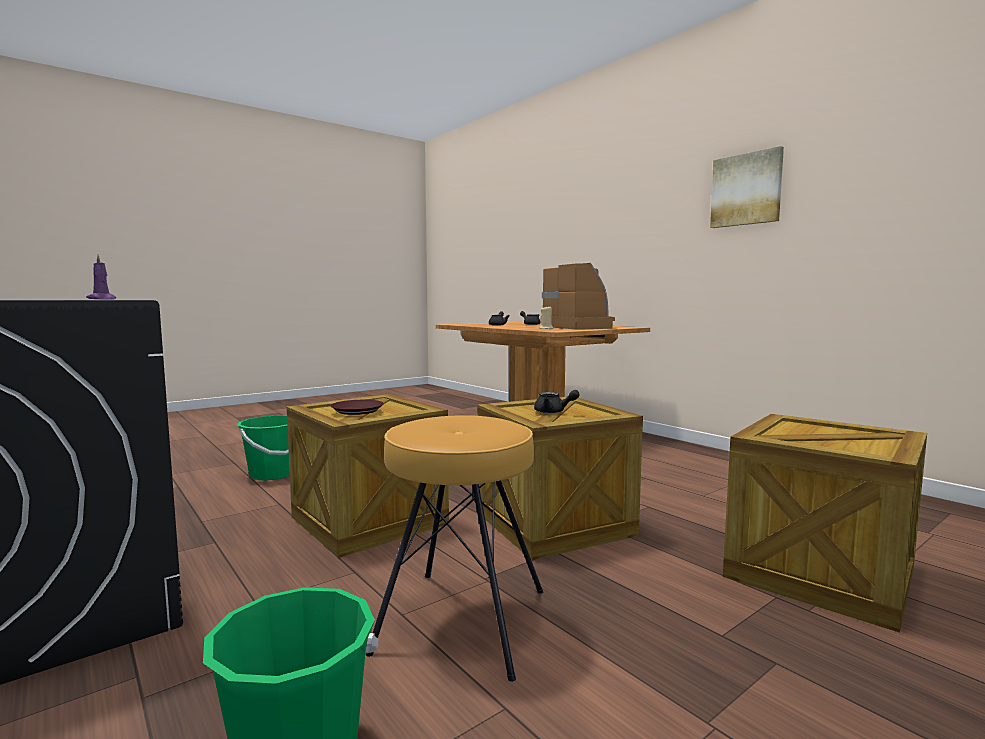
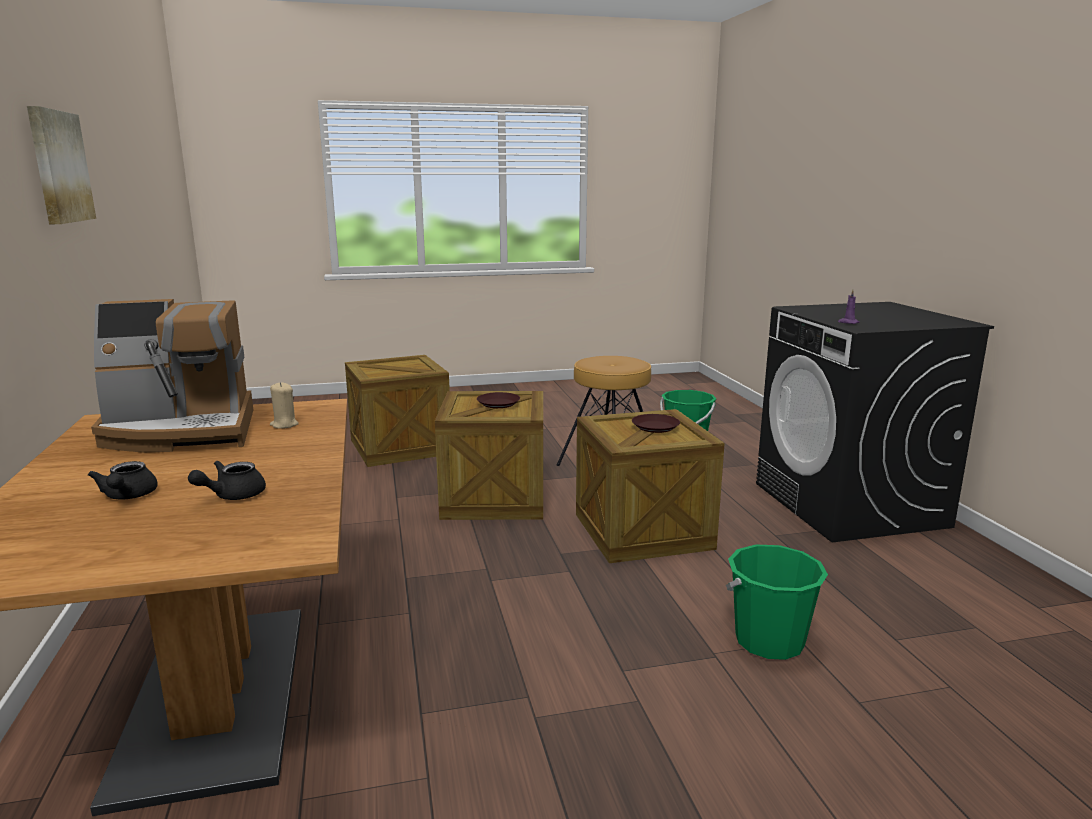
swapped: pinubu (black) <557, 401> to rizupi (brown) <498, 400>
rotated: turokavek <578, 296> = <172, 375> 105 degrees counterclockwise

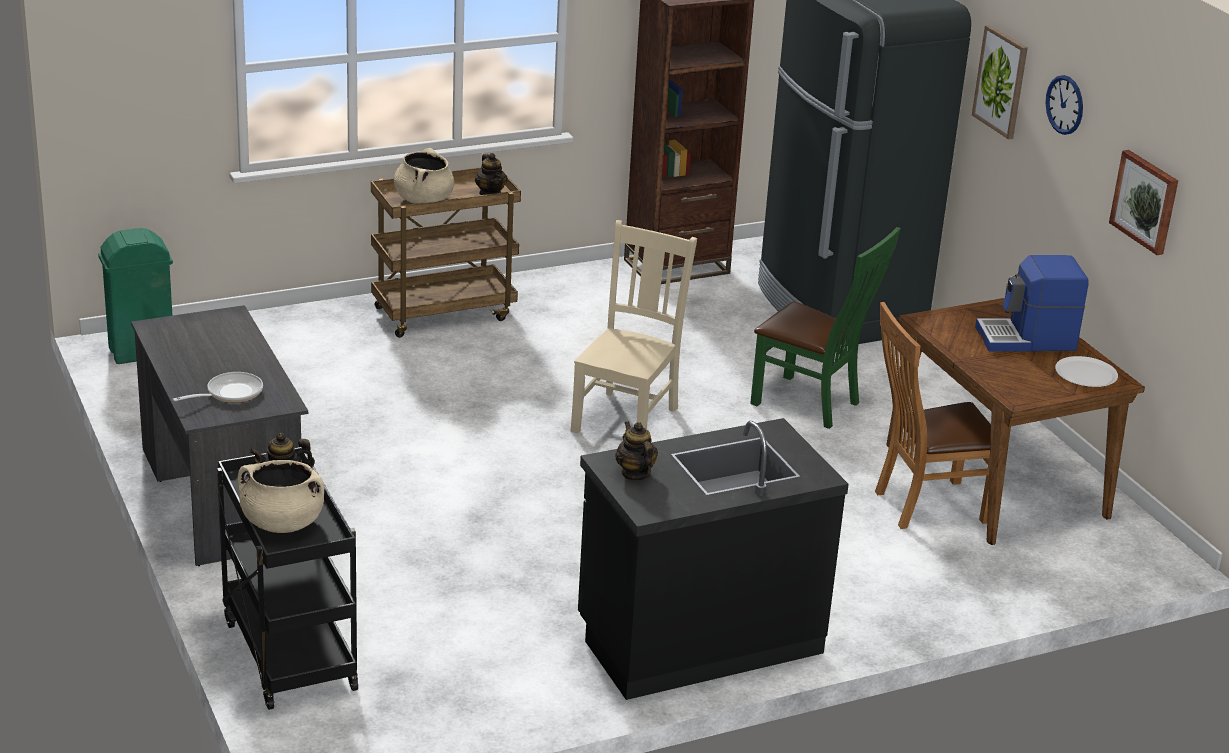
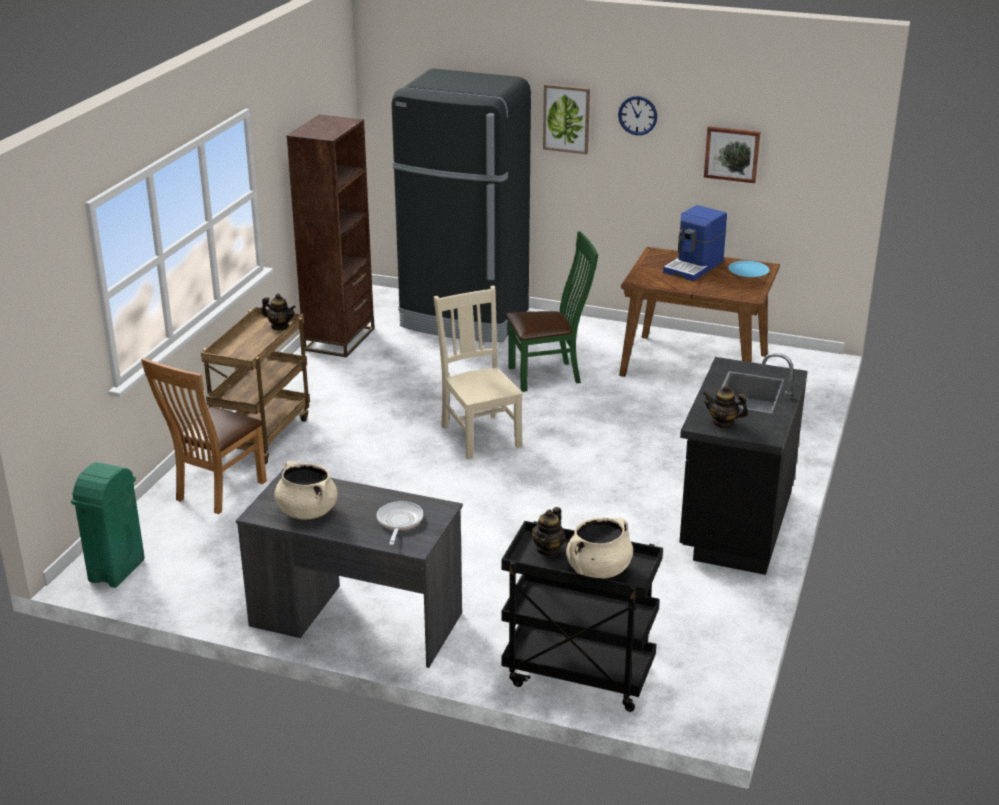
shifted: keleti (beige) <424, 176> to <306, 490>; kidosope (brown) <933, 415> to <204, 436>
repainted: rizupi (white) <1086, 371> to rizupi (blue) <748, 269>

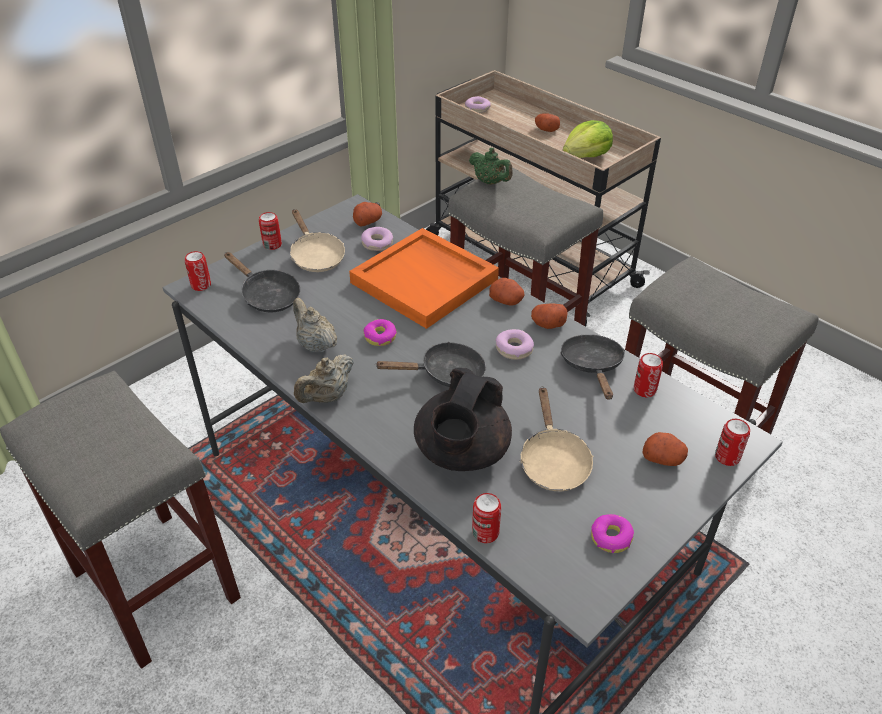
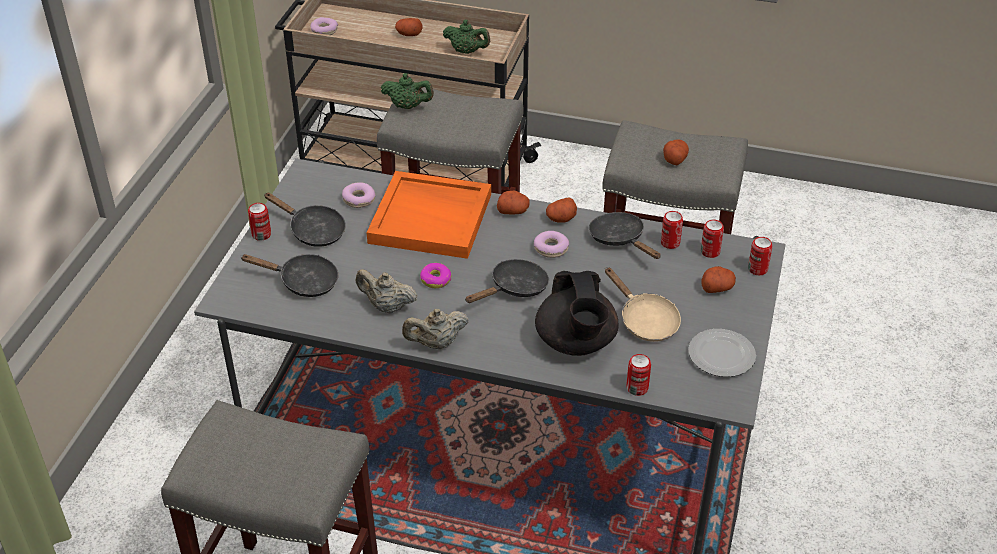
shifted: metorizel <198, 271> to <712, 239>; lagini <367, 214> to <676, 152>
swapped: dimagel <588, 139> to pinubu (green) <466, 37>; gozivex <612, 533> to rizupi <722, 353>
repainted: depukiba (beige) <317, 240> to depukiba (black) <305, 220>
rotated: pinubu (beige) <324, 379> = <435, 329> 60 degrees clockwise

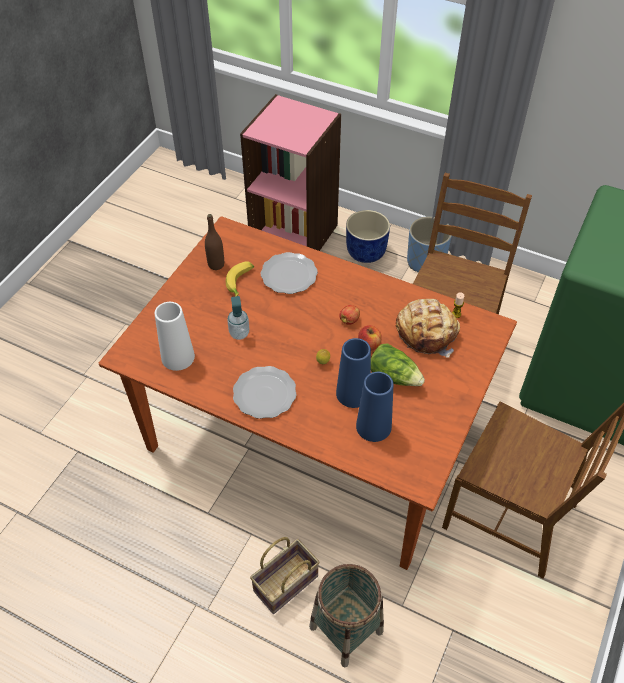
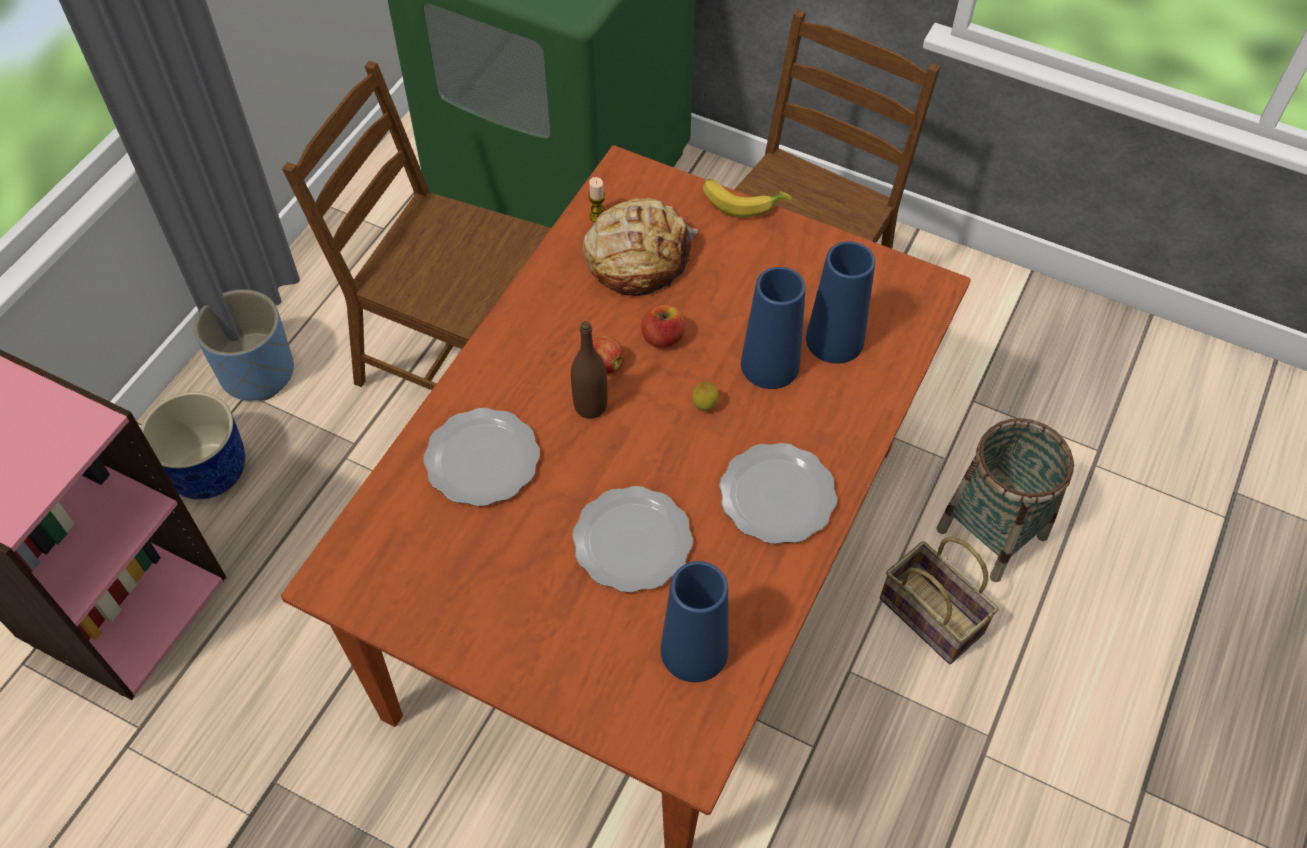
gone: dimagel <398, 365>
shifted: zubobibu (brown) <214, 242> to <589, 370>; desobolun <240, 278> to <747, 198>
swapped: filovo <238, 318> to rizupi <632, 539>
repainted: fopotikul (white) <175, 336> to fopotikul (blue) <695, 621>

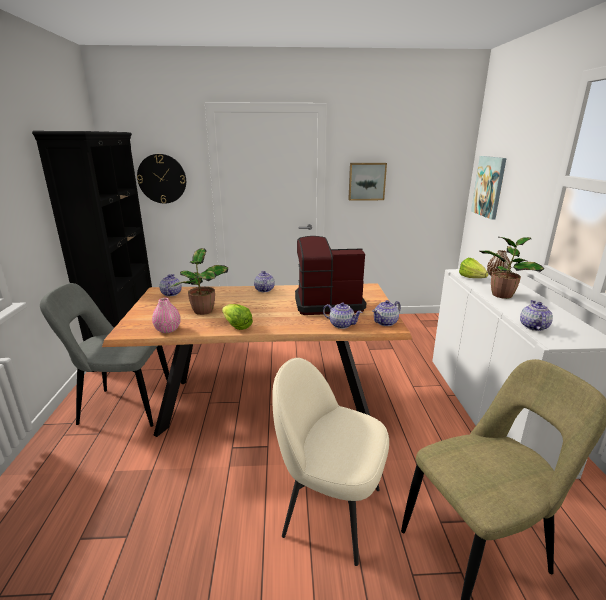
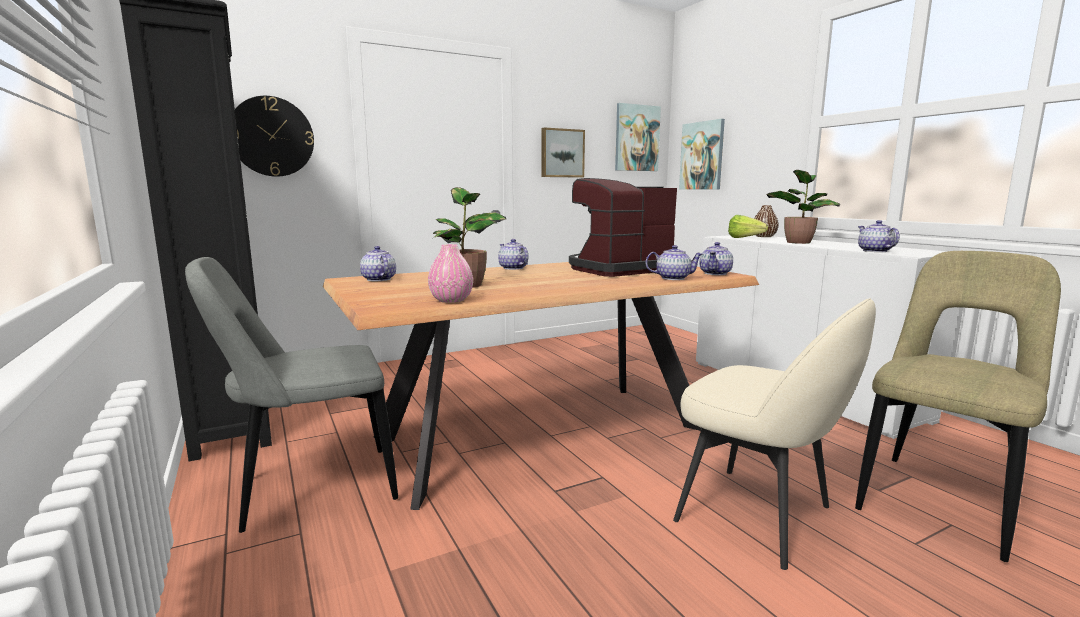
gone: dimagel <237, 317>
new: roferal <638, 137>
rotated: kidosope (beige) <330, 462> = <774, 434> 135 degrees counterclockwise

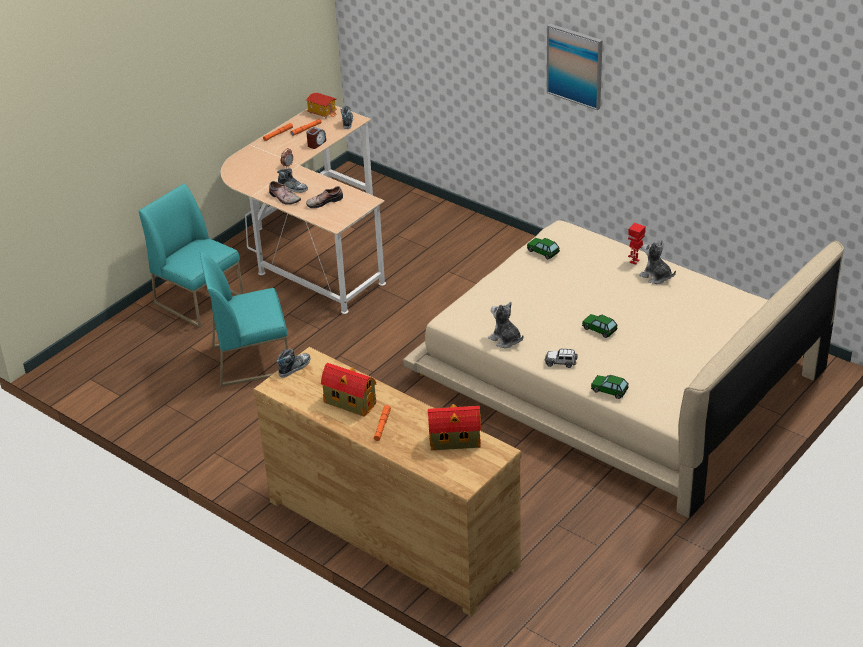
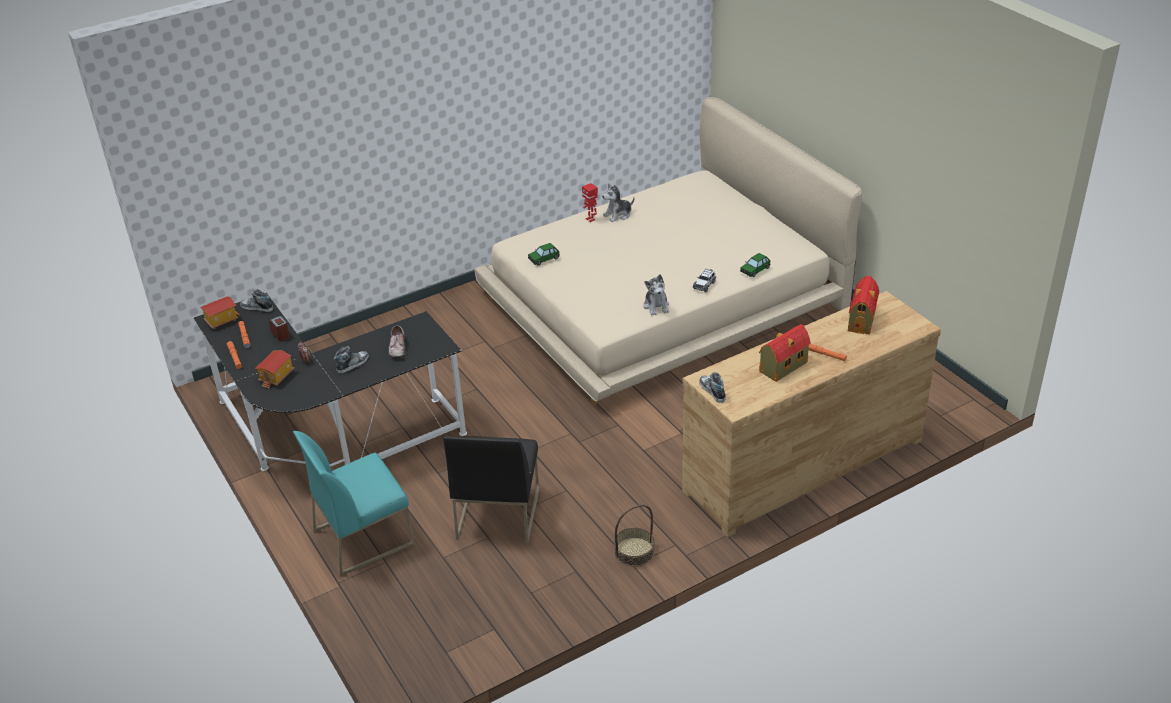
gone: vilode <285, 193>; roferal <575, 67>; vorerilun <600, 326>
new: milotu <274, 369>; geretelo <634, 535>
repainted: kidosope (turquoise) <244, 319> to kidosope (black) <491, 490>; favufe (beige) <303, 210> to favufe (black) <330, 382>
rotated: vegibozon <505, 325> = <656, 294> 75 degrees counterclockwise

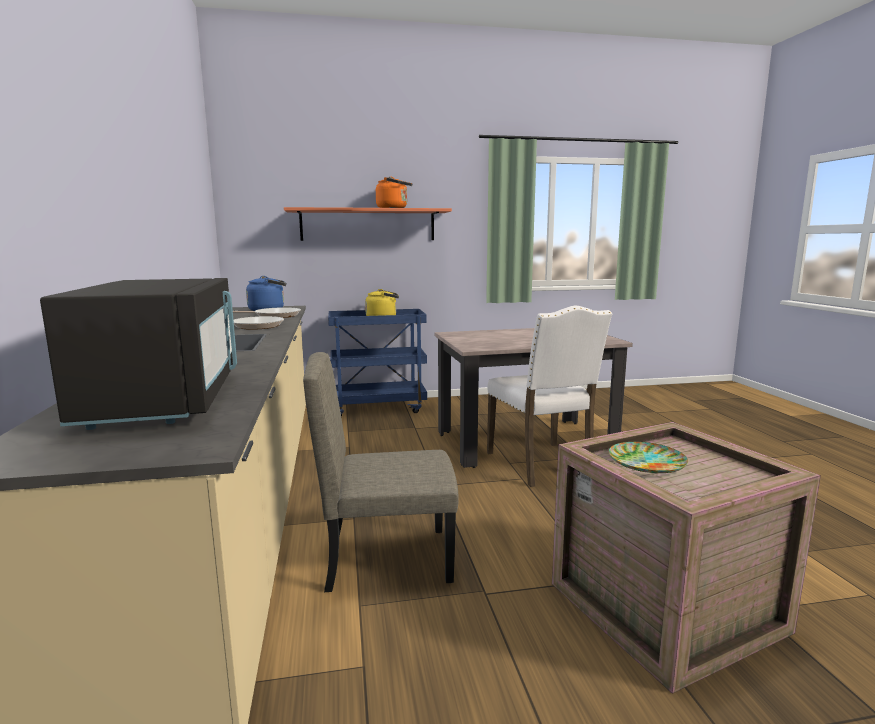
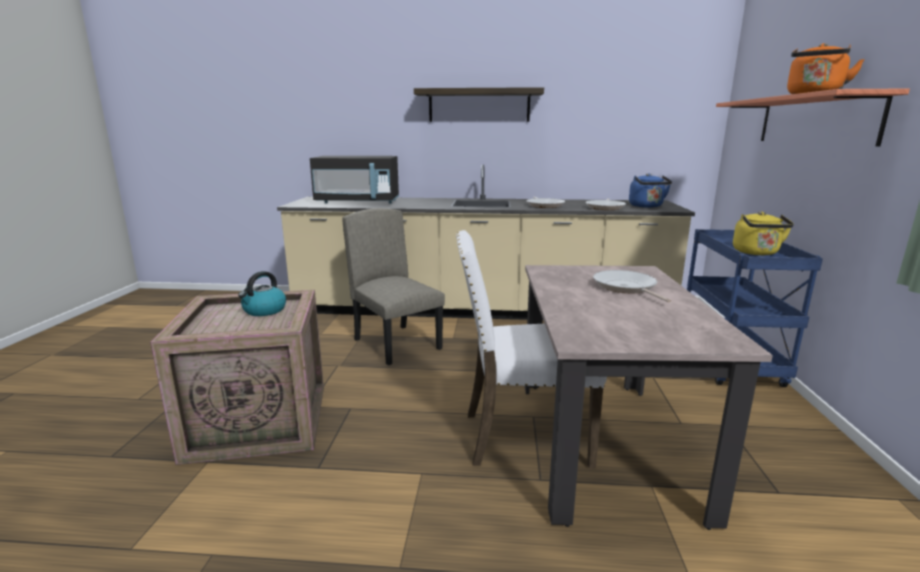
new: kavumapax <479, 104>; depukiba <632, 286>
swapped: rizupi <648, 457> to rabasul <262, 293>
rotated: kidosope (beige) <381, 472> = <393, 286> 45 degrees counterclockwise

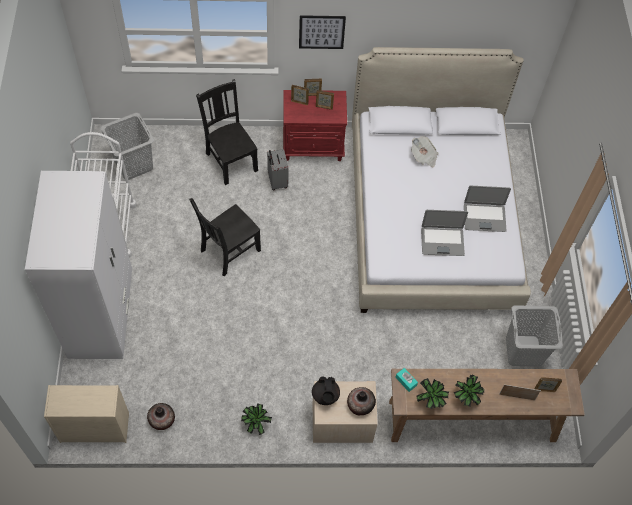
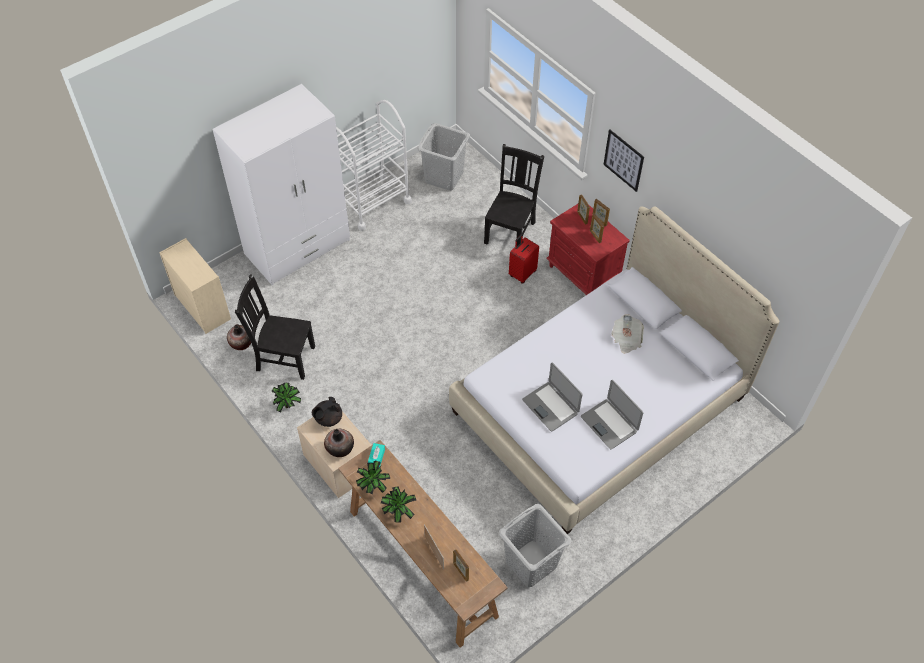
shifted: kidosope (black) <225, 237> to <275, 327>
repainted: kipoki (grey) <278, 169> to kipoki (red) <524, 259>

